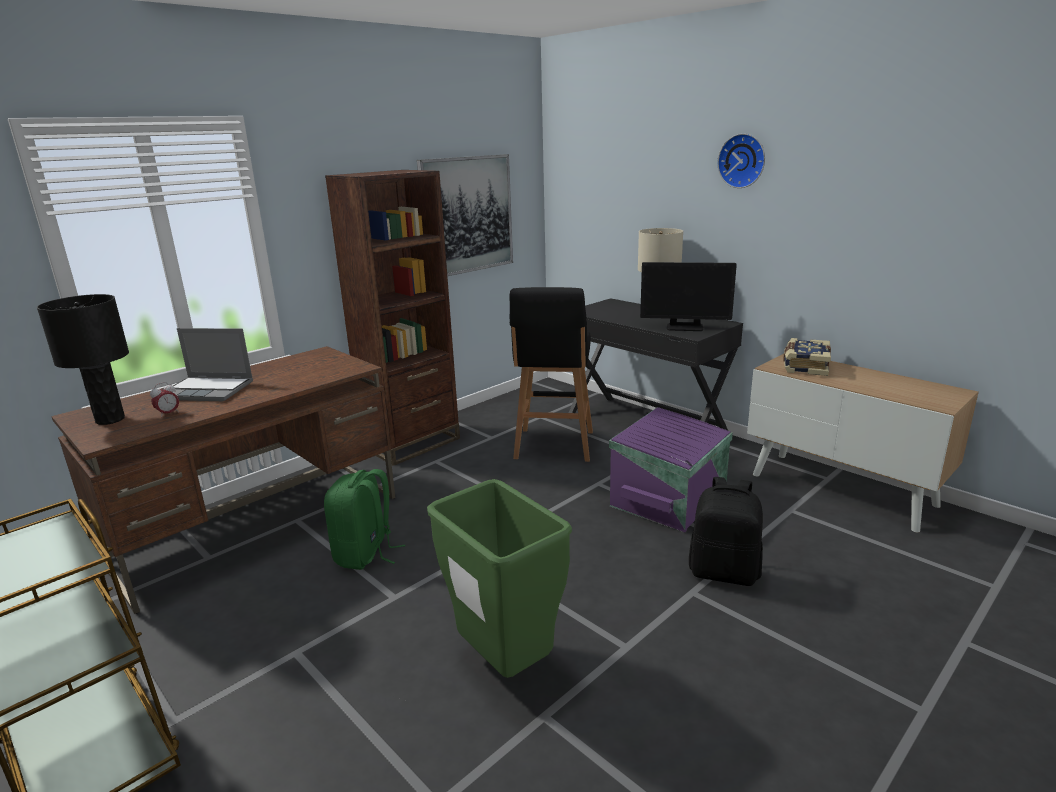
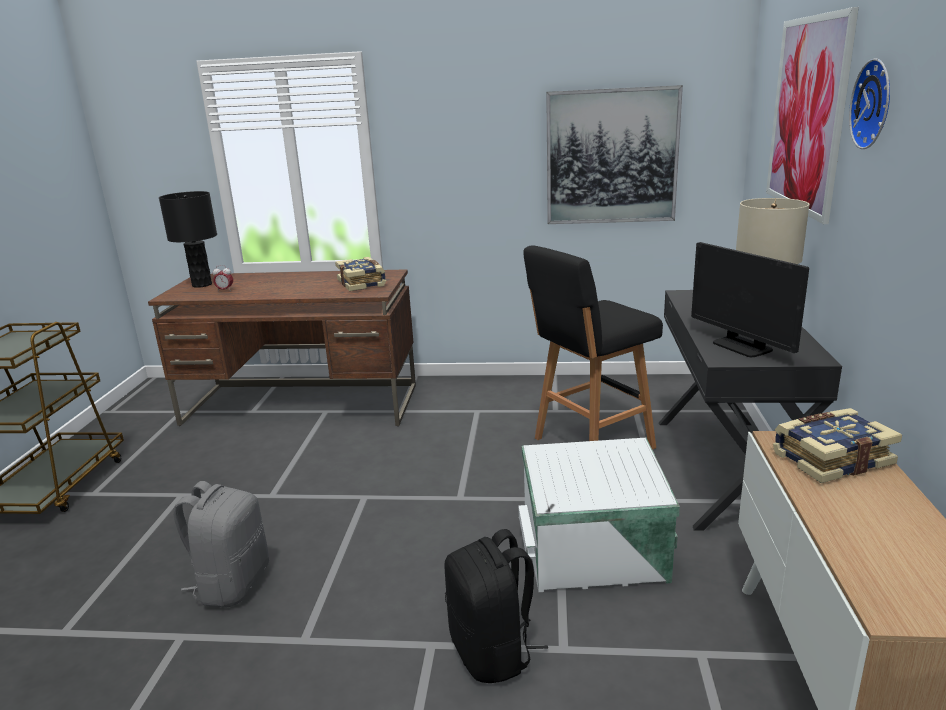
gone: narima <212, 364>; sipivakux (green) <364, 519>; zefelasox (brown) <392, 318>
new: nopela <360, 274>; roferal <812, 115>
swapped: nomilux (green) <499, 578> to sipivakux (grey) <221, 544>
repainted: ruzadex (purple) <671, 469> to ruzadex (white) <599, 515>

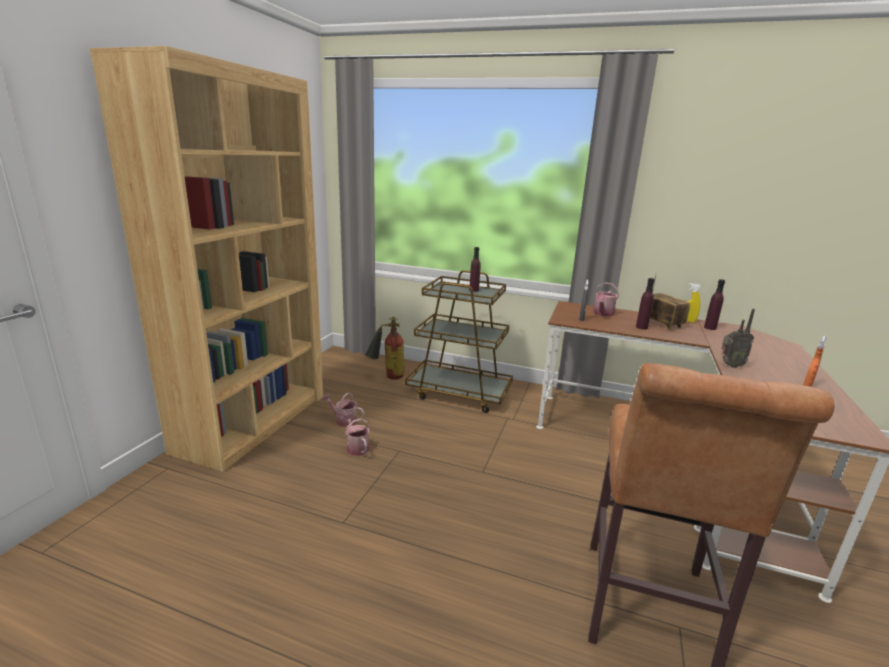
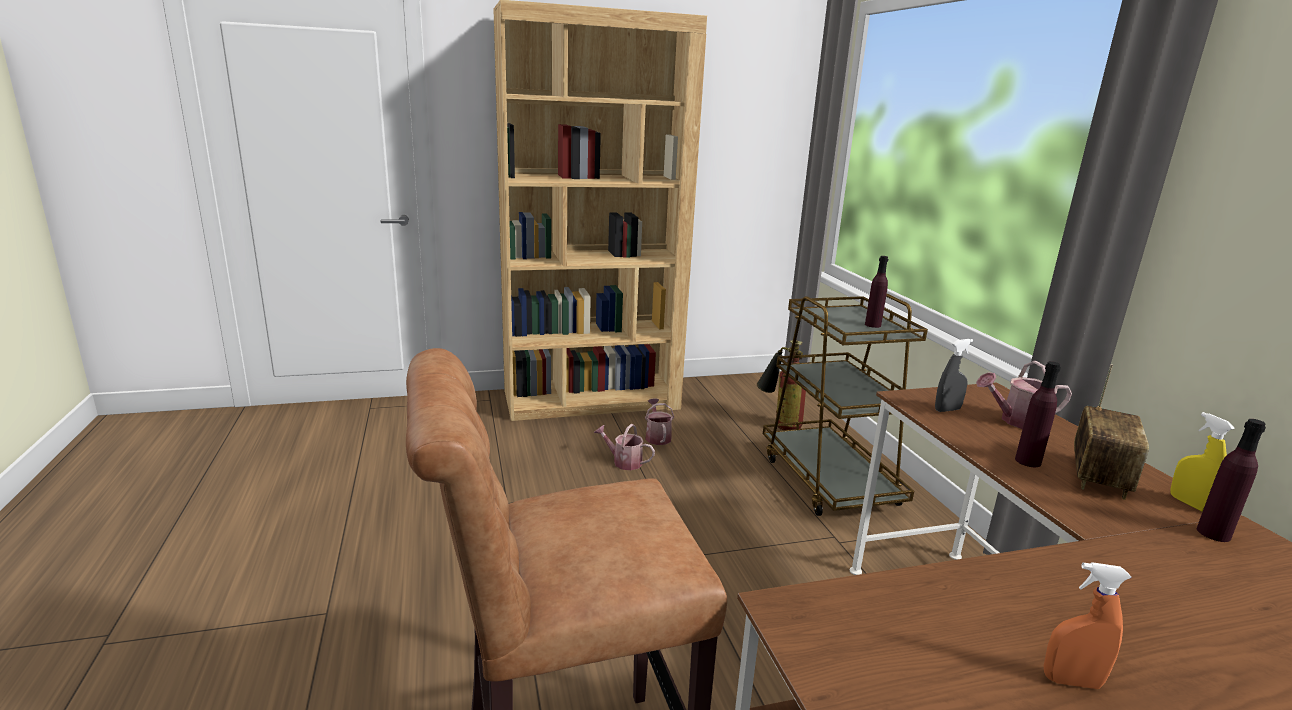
gone: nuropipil <738, 338>
rotated: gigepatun <356, 434> = <624, 447> 90 degrees counterclockwise

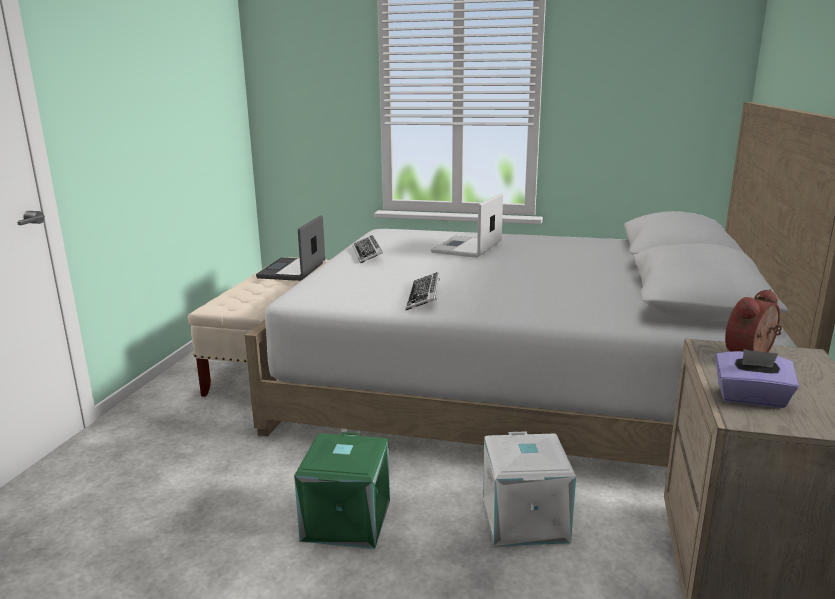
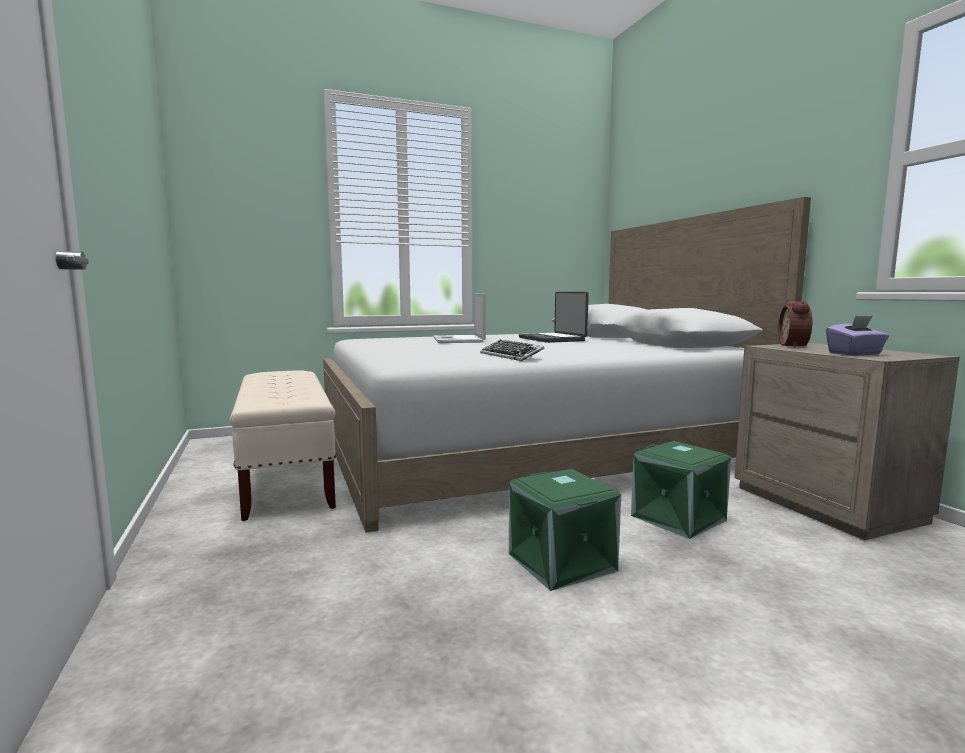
gone: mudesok <368, 249>
shifted: narima <290, 248> to <554, 317>
repainted: ruzadex (white) <529, 488> to ruzadex (green) <681, 490>

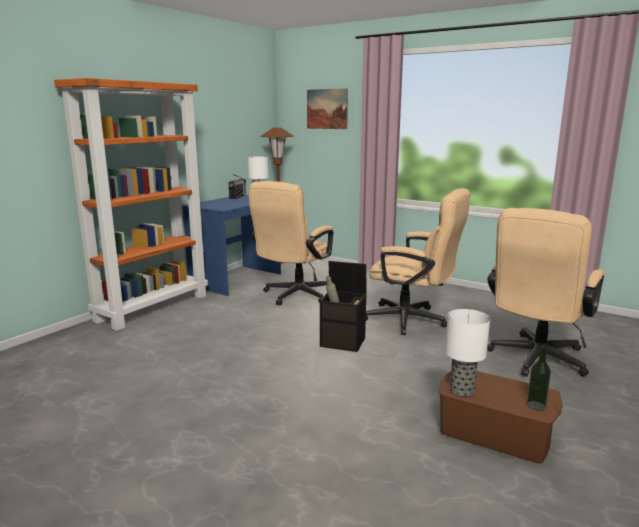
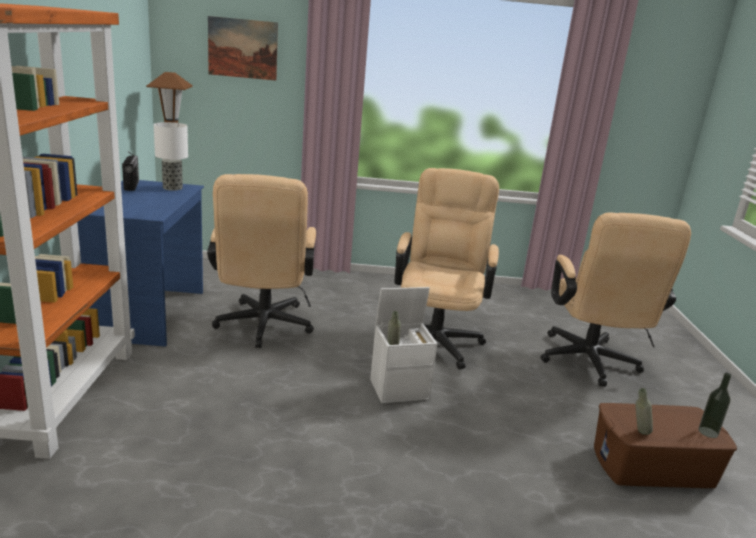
swapped: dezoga <467, 352> to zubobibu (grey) <644, 411>
repainted: ruzadex (black) <343, 306> to ruzadex (white) <403, 345>
rotated: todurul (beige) <418, 261> = <446, 268> 75 degrees counterclockwise

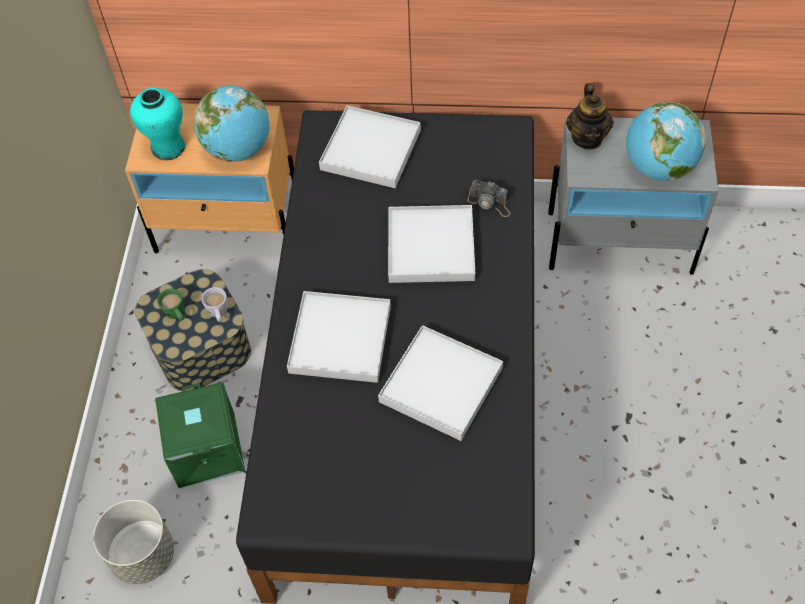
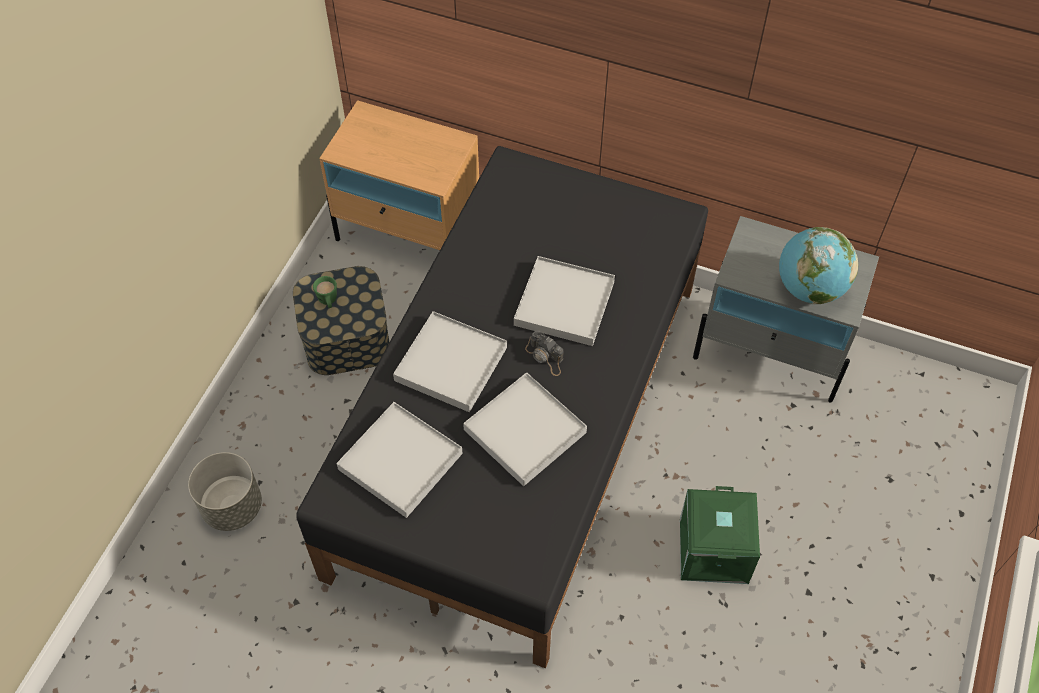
gone: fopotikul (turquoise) <157, 124>; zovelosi <232, 124>; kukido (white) <214, 304>; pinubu <590, 116>
shifted: ruzadex (green) <200, 435> to <720, 535>; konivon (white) <370, 146> to <399, 460>; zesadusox <488, 198> to <544, 353>

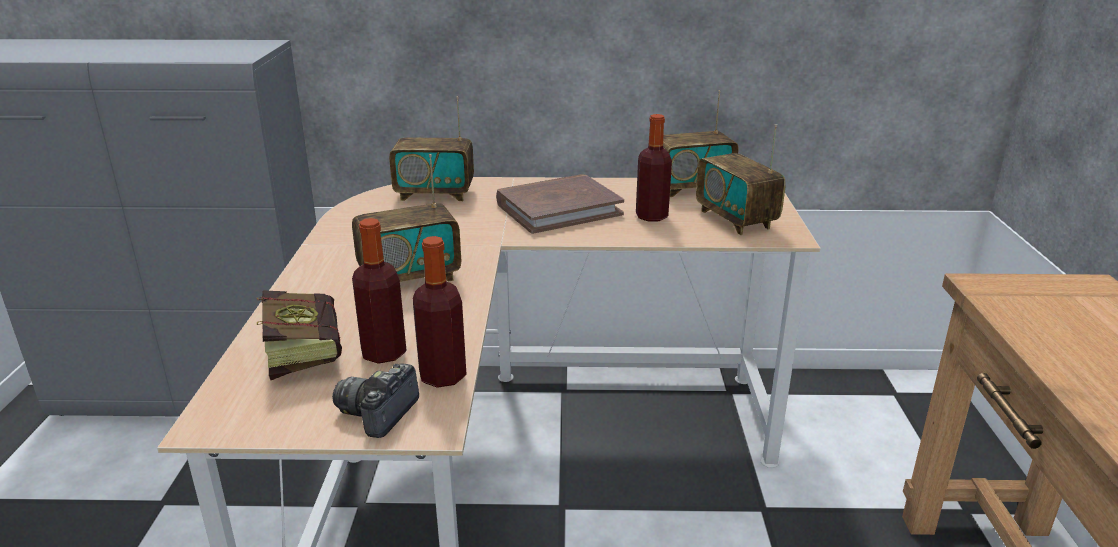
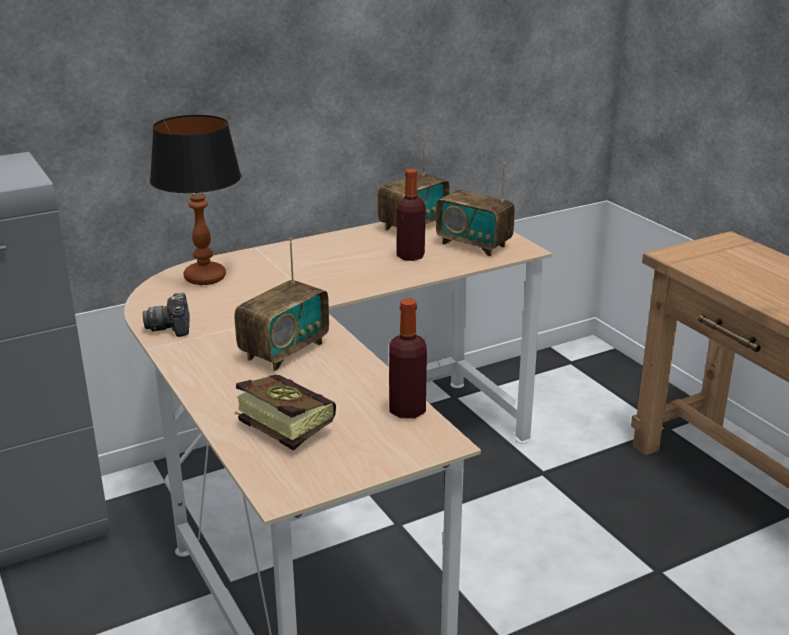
gone: zubobibu <379, 291>; nopela (brown) <560, 204>
shifted: zesadusox <375, 401> to <166, 315>
swapped: nuropipil <431, 148> to dezoga <195, 200>

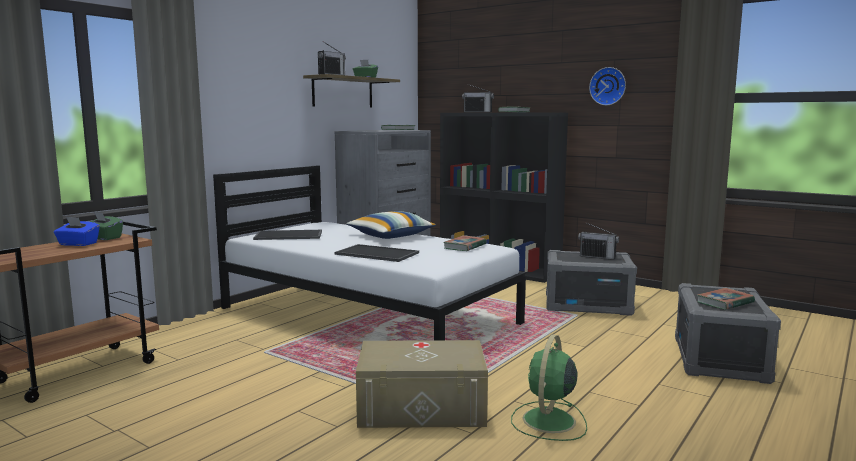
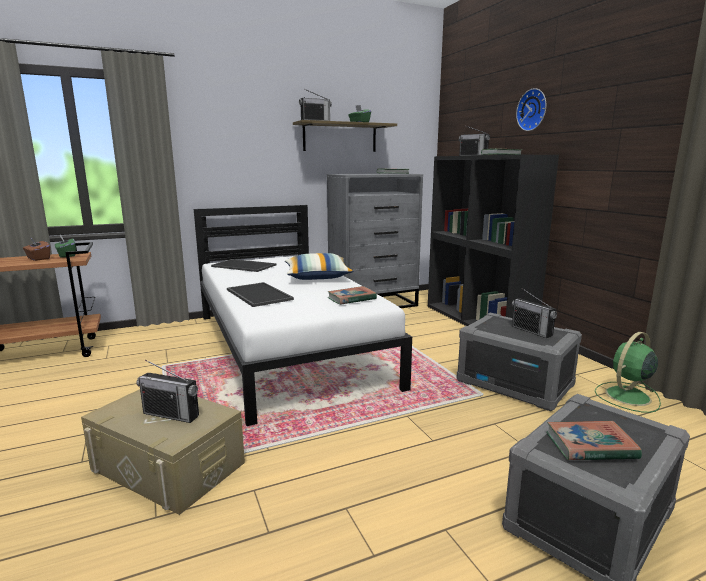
new: nuropipil <167, 391>
shifted: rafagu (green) <549, 388> to <628, 372>; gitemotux <607, 86> to <531, 109>
repainted: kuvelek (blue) <77, 231> to kuvelek (brown) <36, 249>

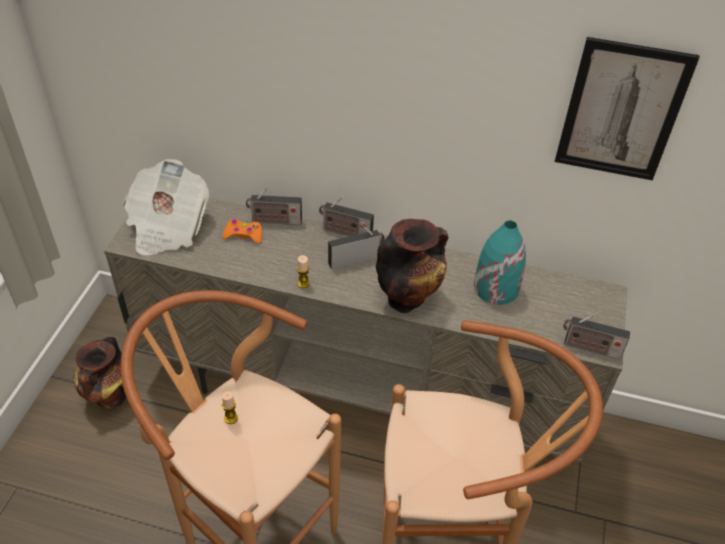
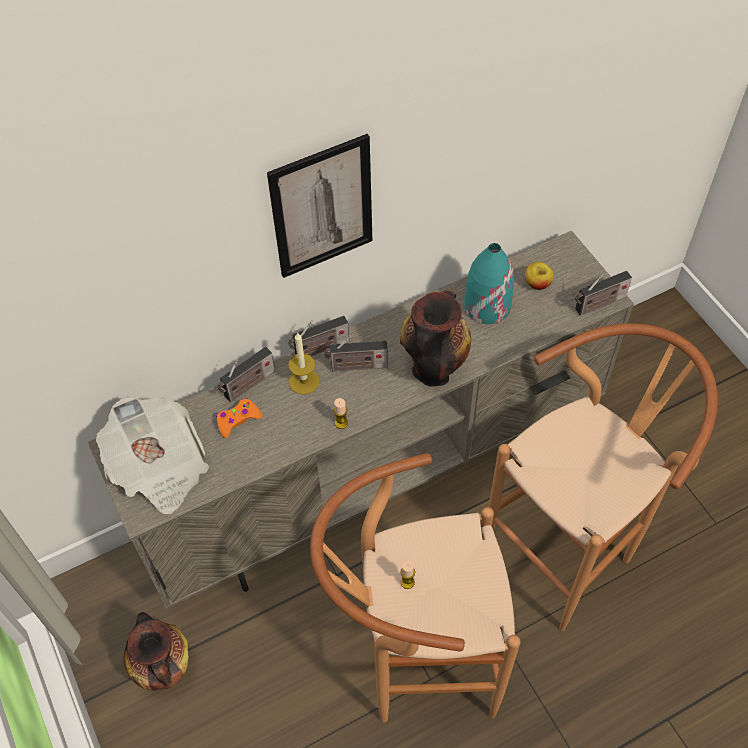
new: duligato <304, 363>; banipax <539, 276>
shifted: roferal <627, 109> to <319, 206>
rotated: nuropipil <356, 246> = <356, 353> 120 degrees counterclockwise

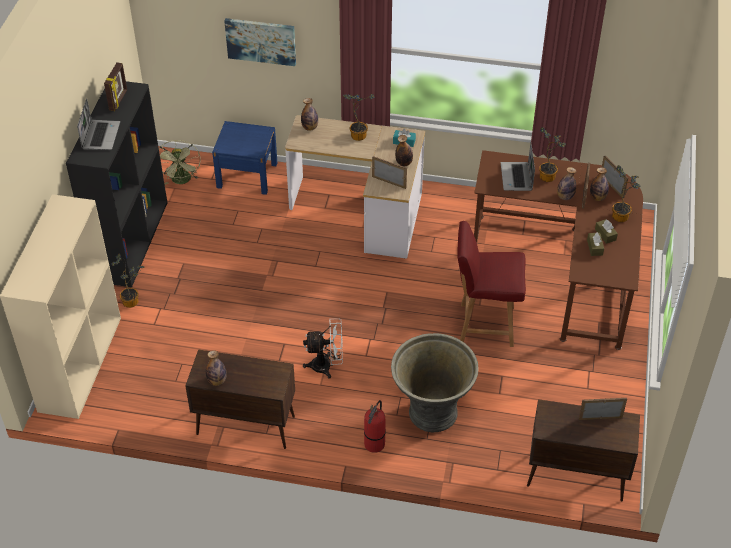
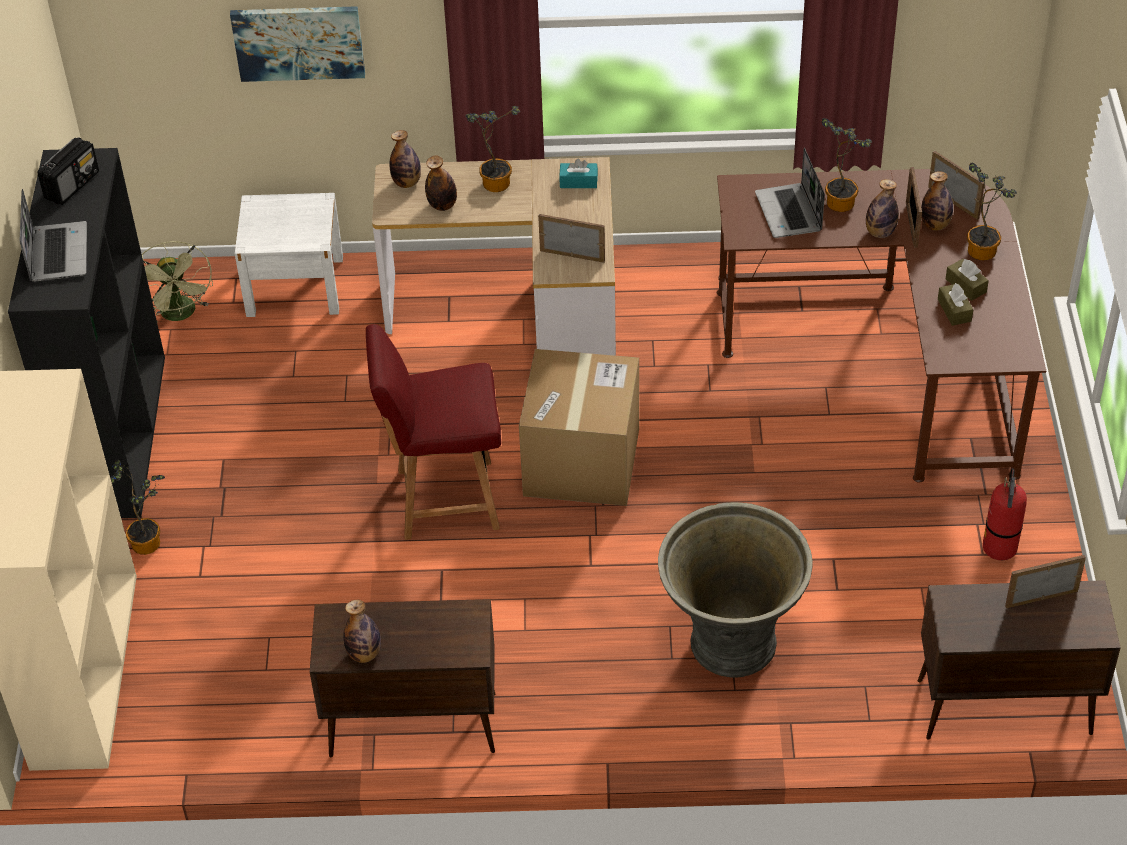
gone: rafagu (white) <323, 349>
new: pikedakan <579, 427>
shifted: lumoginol <375, 426> to <1005, 514>; zubobibu <404, 150> to <441, 183>; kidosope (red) <491, 284> to <433, 432>
swapped: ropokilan <115, 86> to nuropipil <68, 171>
repainted: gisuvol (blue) <244, 158> to gisuvol (white) <289, 255>

